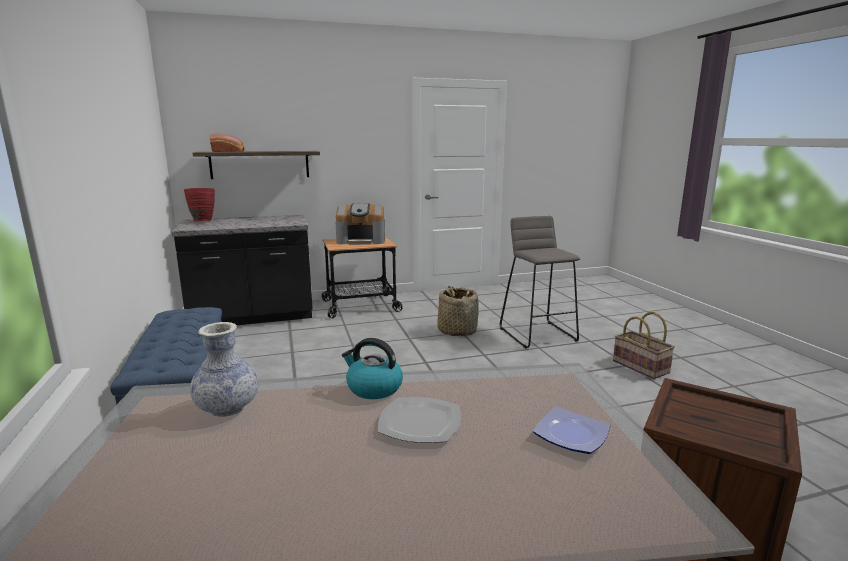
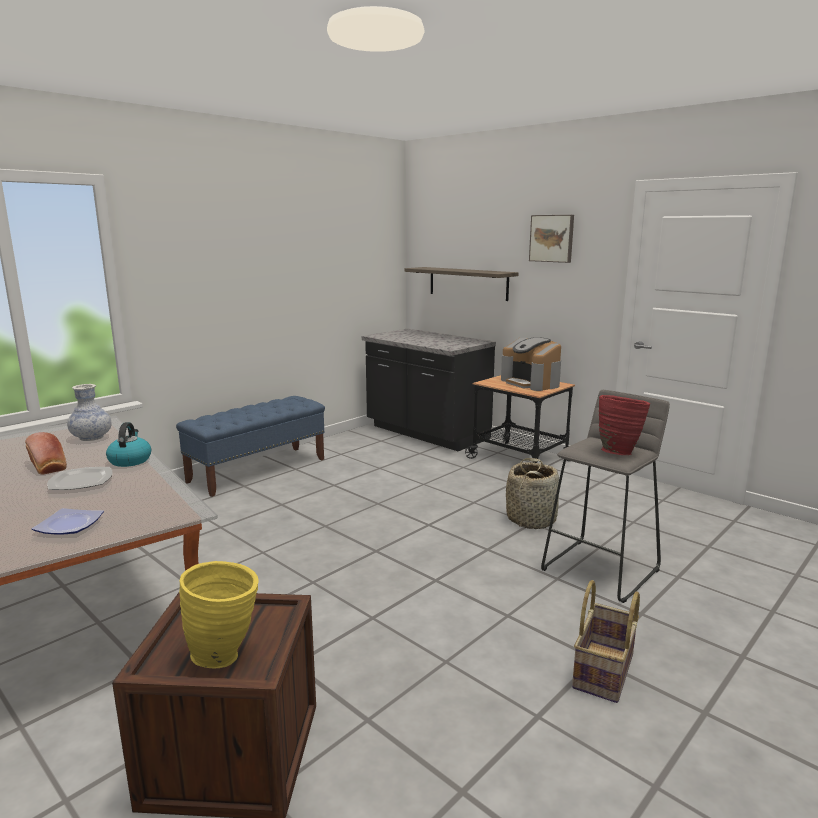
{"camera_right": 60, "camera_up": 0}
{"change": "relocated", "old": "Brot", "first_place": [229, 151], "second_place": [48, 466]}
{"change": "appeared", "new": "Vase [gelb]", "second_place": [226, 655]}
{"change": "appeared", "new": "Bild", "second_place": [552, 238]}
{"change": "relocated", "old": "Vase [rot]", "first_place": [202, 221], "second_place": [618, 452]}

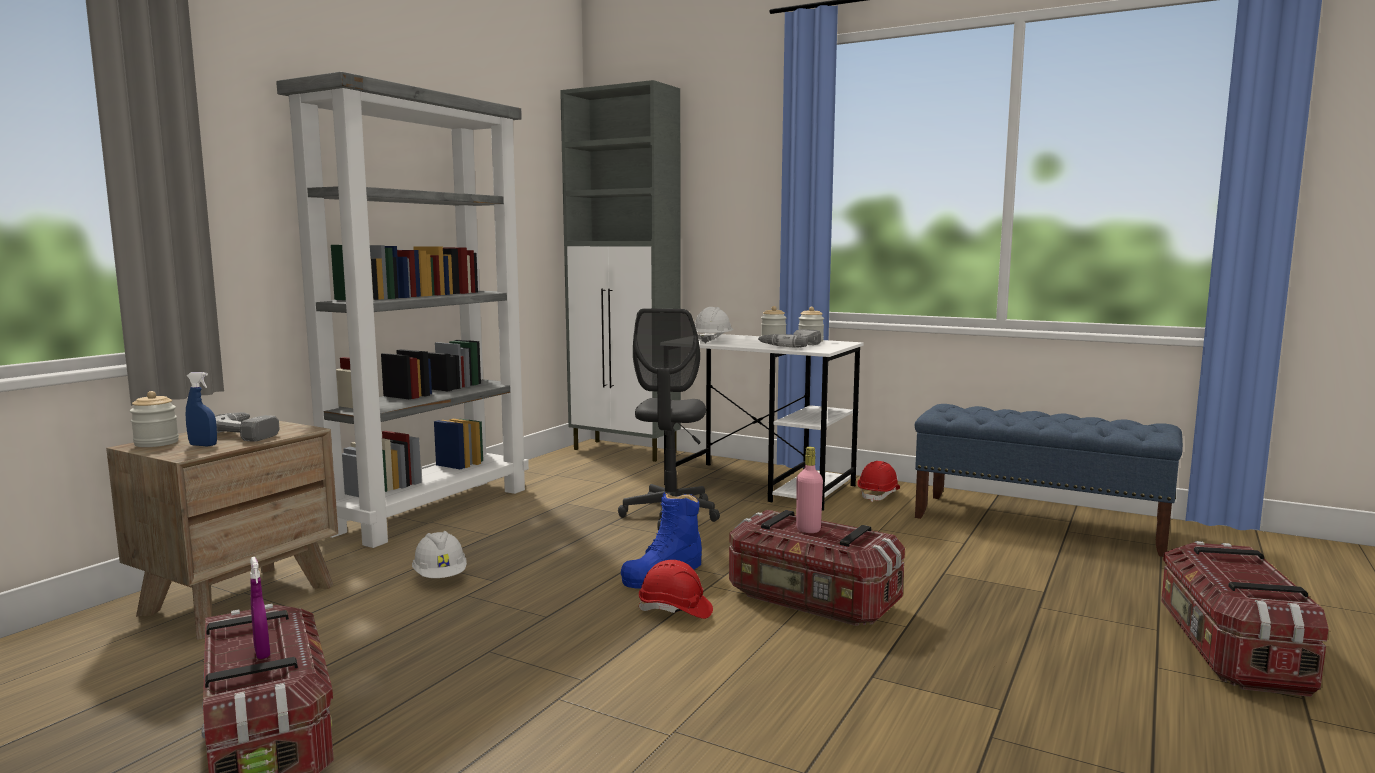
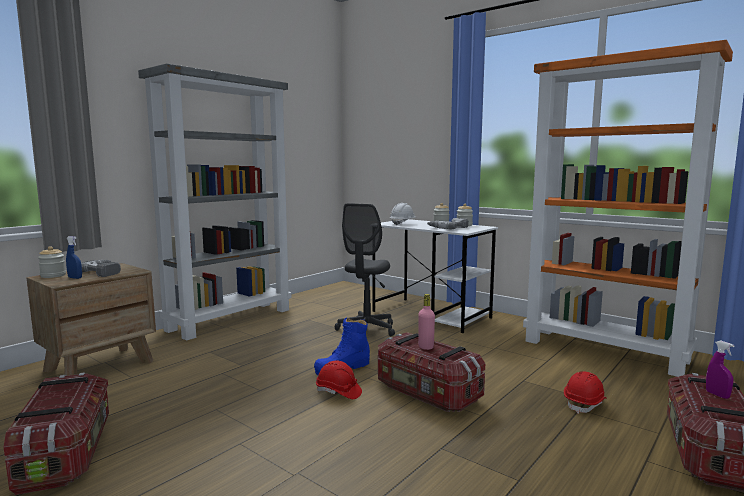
{"camera_right": 10, "camera_up": 0}
{"change": "exchanged", "old": "Bank [blau]", "new": "Bücherregal [orange]", "first_place": [1039, 523], "second_place": [605, 351]}
{"change": "relocated", "old": "Schutzhelm [rot]", "first_place": [879, 494], "second_place": [585, 403]}
{"change": "relocated", "old": "Sprühflasche [lila]", "first_place": [262, 653], "second_place": [717, 395]}
{"change": "missing", "old": "Schutzhelm [weiß]", "first_place": [440, 577]}
{"change": "missing", "old": "Schrank [grau]", "first_place": [625, 451]}

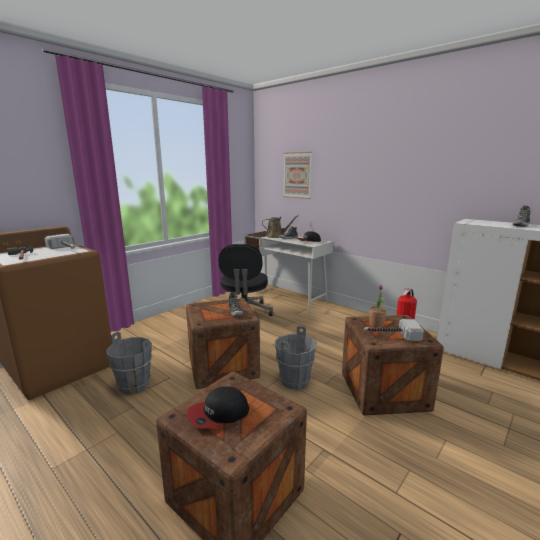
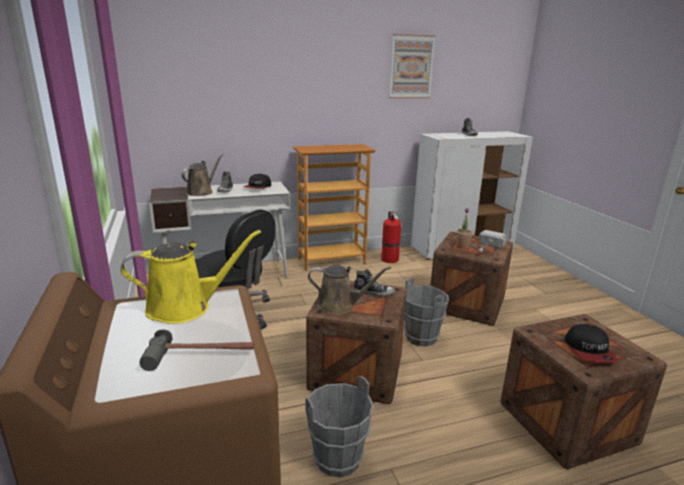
{"camera_right": -60, "camera_up": 5}
{"change": "exchanged", "old": "Hammer", "new": "Gießkanne [gelb]", "first_place": [66, 249], "second_place": [185, 307]}
{"change": "appeared", "new": "Bücherregal", "second_place": [331, 261]}
{"change": "appeared", "new": "Gießkanne [braun]", "second_place": [340, 305]}
{"change": "relocated", "old": "Bild", "first_place": [297, 175], "second_place": [411, 67]}

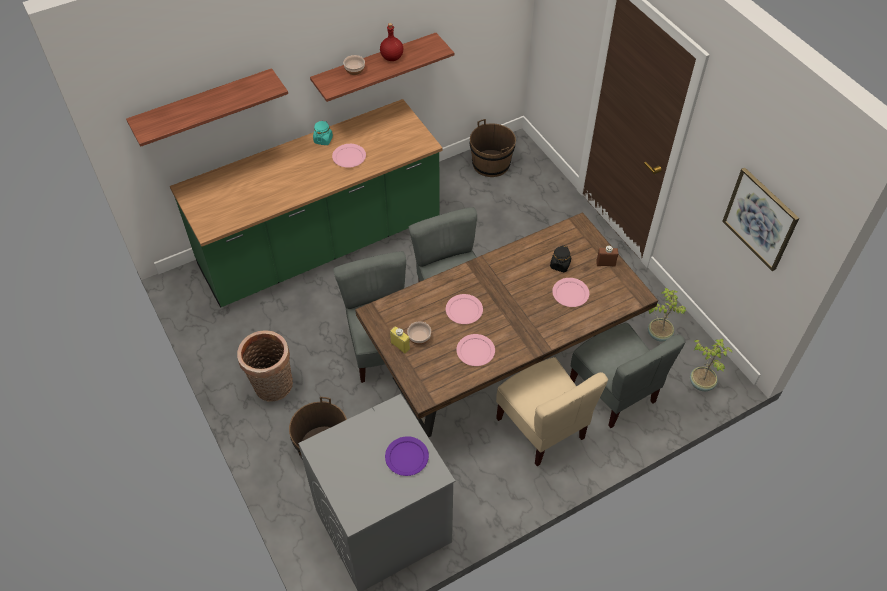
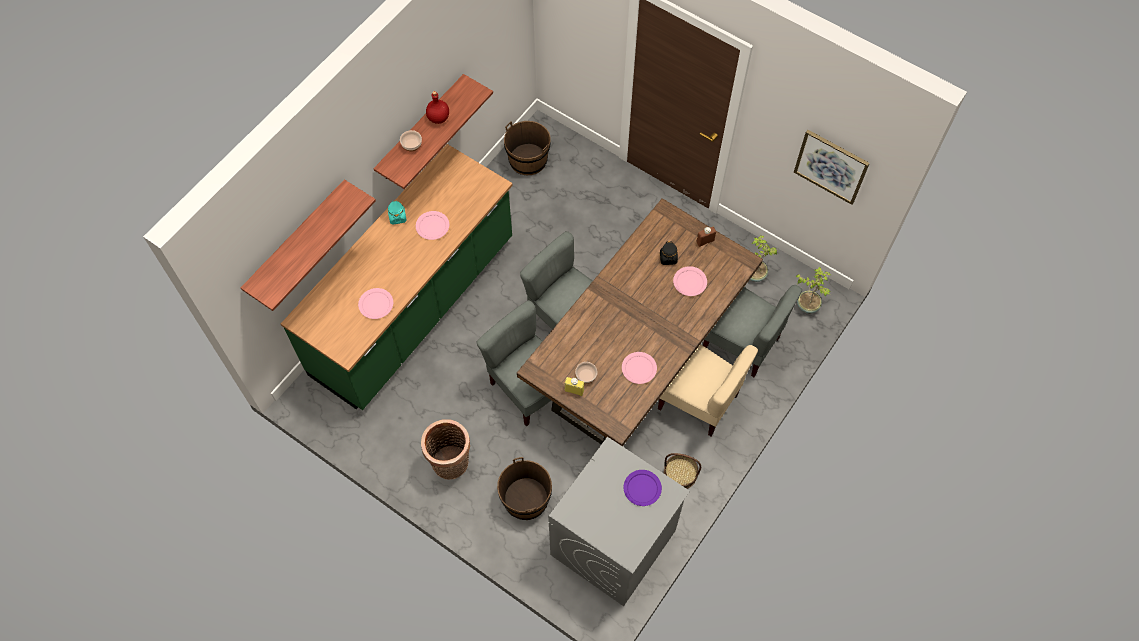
{"camera_right": -25, "camera_up": 10}
{"change": "relocated", "old": "Teller [rosa]", "first_place": [464, 310], "second_place": [376, 304]}
{"change": "appeared", "new": "Korb", "second_place": [680, 473]}

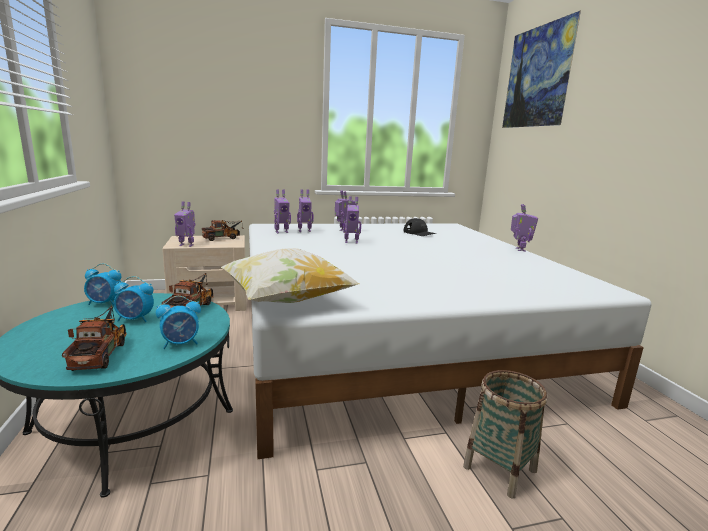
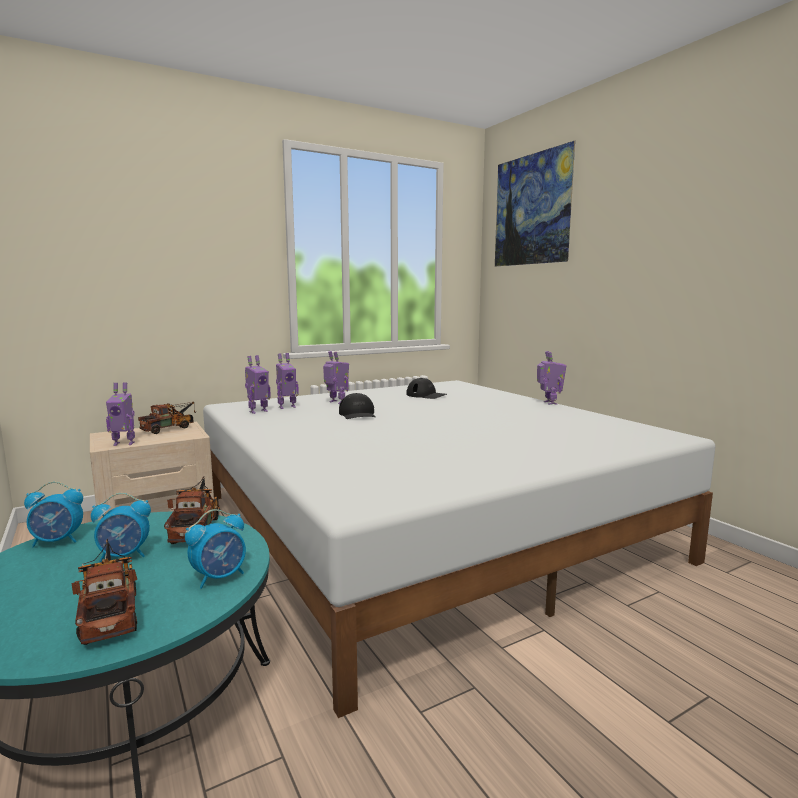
{"camera_right": -15, "camera_up": -5}
{"change": "exchanged", "old": "Spielzeugroboter", "new": "Kappe [schwarz]", "first_place": [351, 242], "second_place": [358, 414]}
{"change": "missing", "old": "Kissen", "first_place": [286, 300]}
{"change": "missing", "old": "Korb", "first_place": [499, 469]}

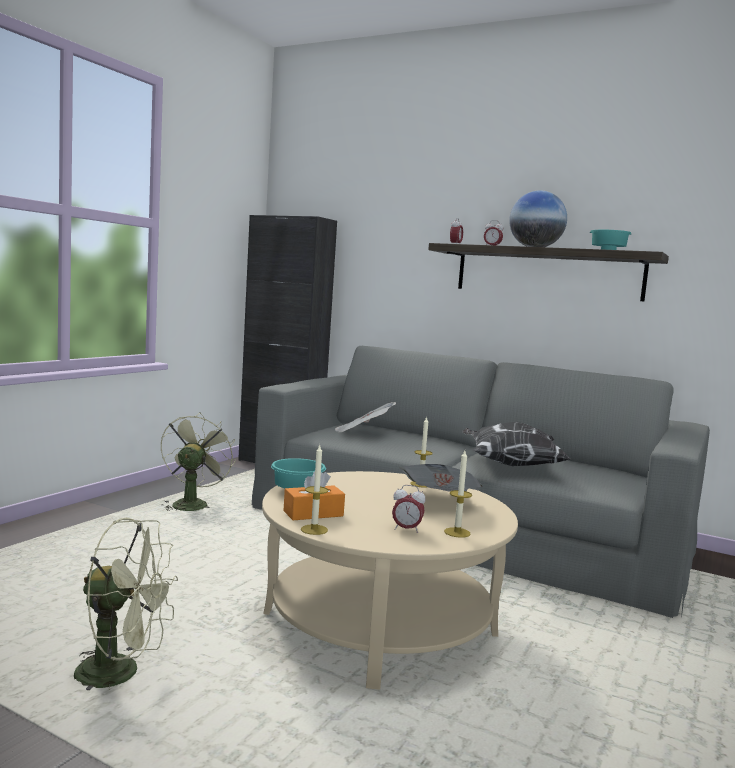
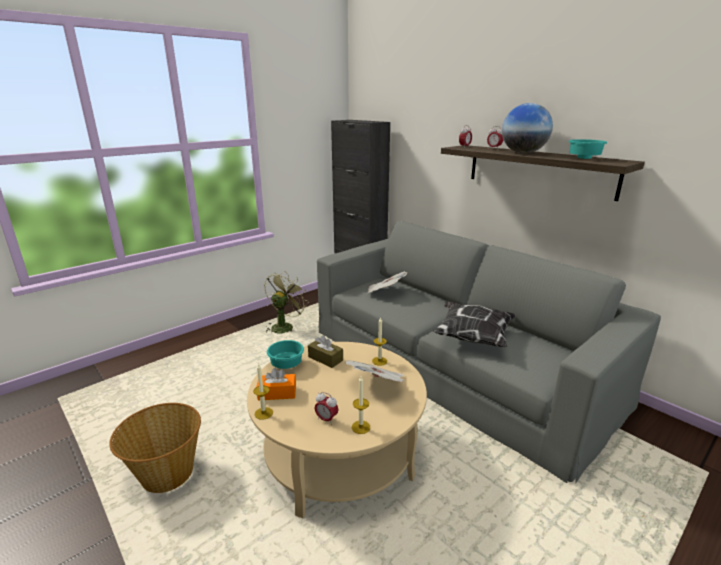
{"camera_right": 20, "camera_up": 15}
{"change": "exchanged", "old": "Ventilator [grün]", "new": "Korb", "first_place": [121, 673], "second_place": [166, 474]}
{"change": "appeared", "new": "Taschentuchbox [braun]", "second_place": [325, 358]}

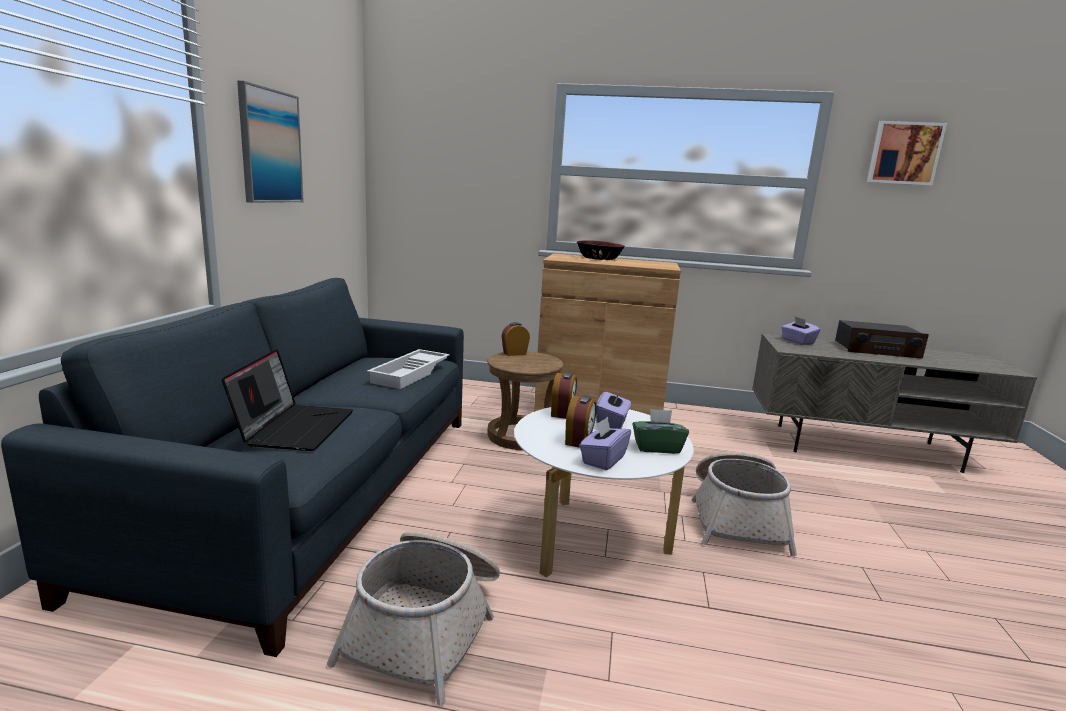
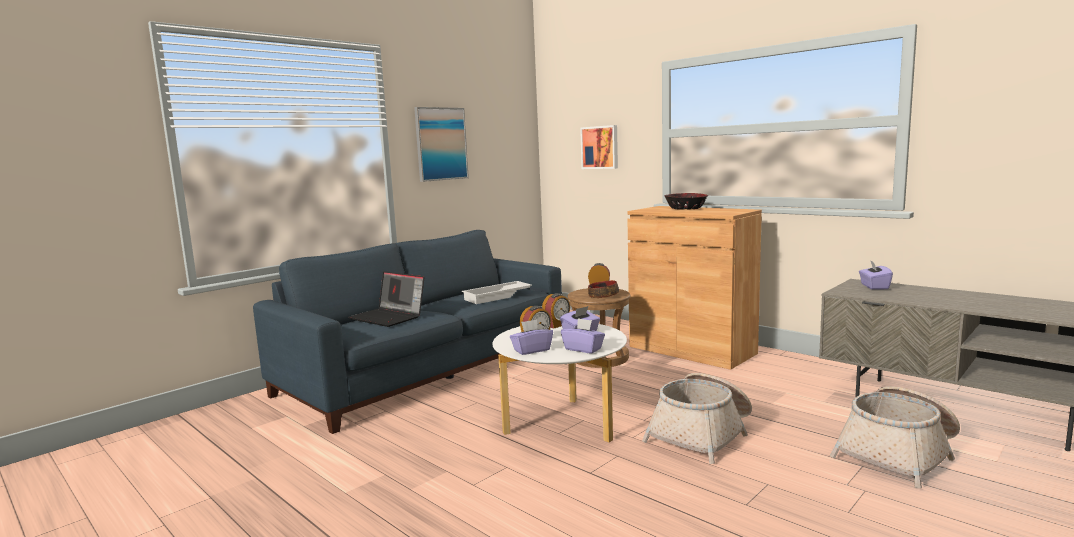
{"camera_right": 35, "camera_up": -5}
{"change": "spun", "old": "Laptop", "first_place": [294, 427], "second_place": [389, 317], "degrees": 90}
{"change": "colour", "old": "Taschentuchbox [grün]", "new": "Taschentuchbox [lila]", "first_place": [657, 447], "second_place": [583, 349]}
{"change": "relocated", "old": "Bild", "first_place": [904, 153], "second_place": [600, 147]}
{"change": "appeared", "new": "Schüssel", "second_place": [603, 296]}
{"change": "relocated", "old": "Korb", "first_place": [427, 626], "second_place": [898, 454]}
{"change": "missing", "old": "Radio", "first_place": [876, 349]}

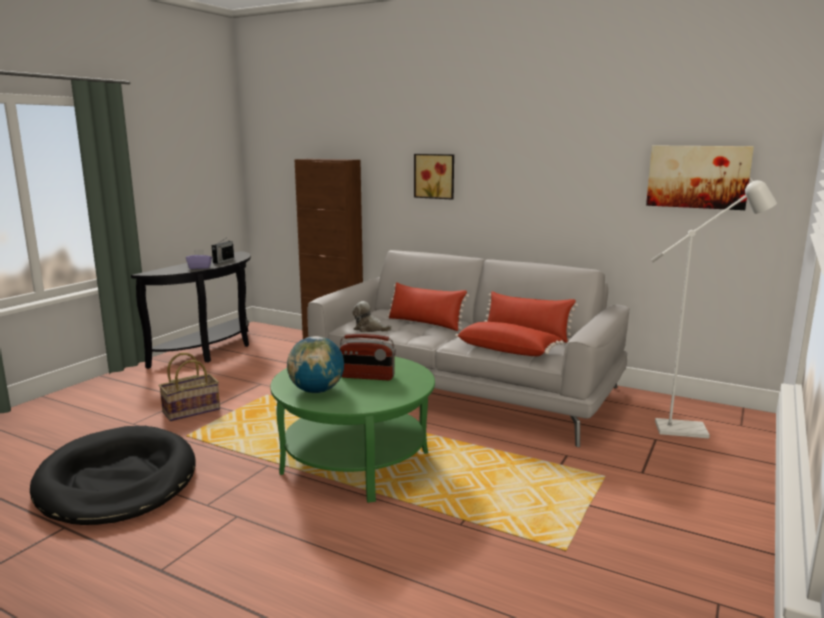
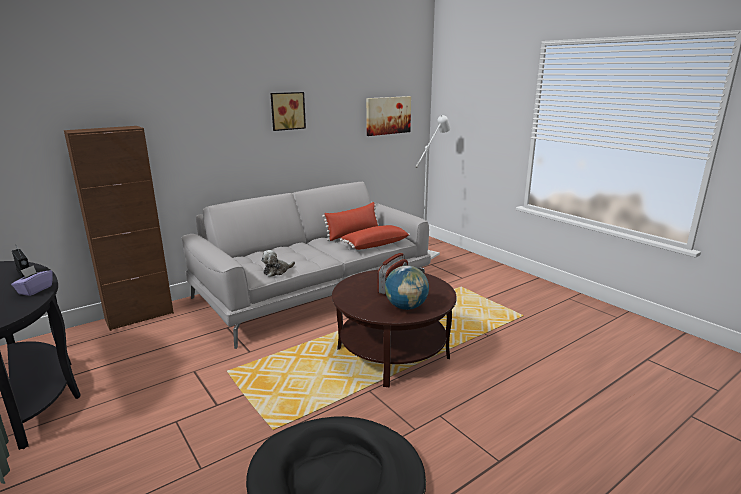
{"camera_right": -65, "camera_up": 5}
{"change": "relocated", "old": "Bild", "first_place": [435, 176], "second_place": [287, 111]}
{"change": "colour", "old": "Couchtisch [grün]", "new": "Couchtisch [braun]", "first_place": [356, 462], "second_place": [393, 352]}
{"change": "missing", "old": "Korb", "first_place": [191, 410]}
{"change": "missing", "old": "Kissen [rot]", "first_place": [425, 323]}

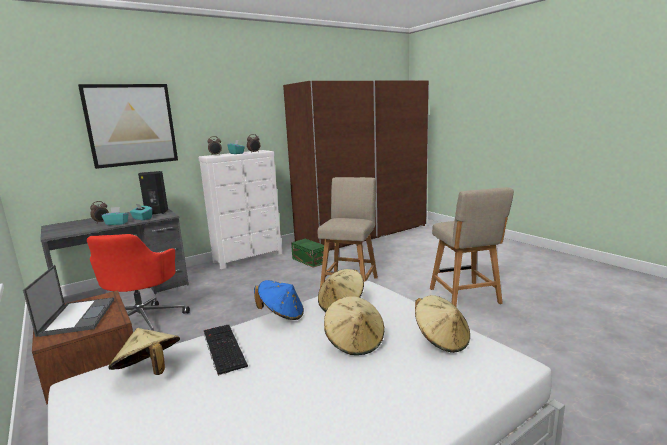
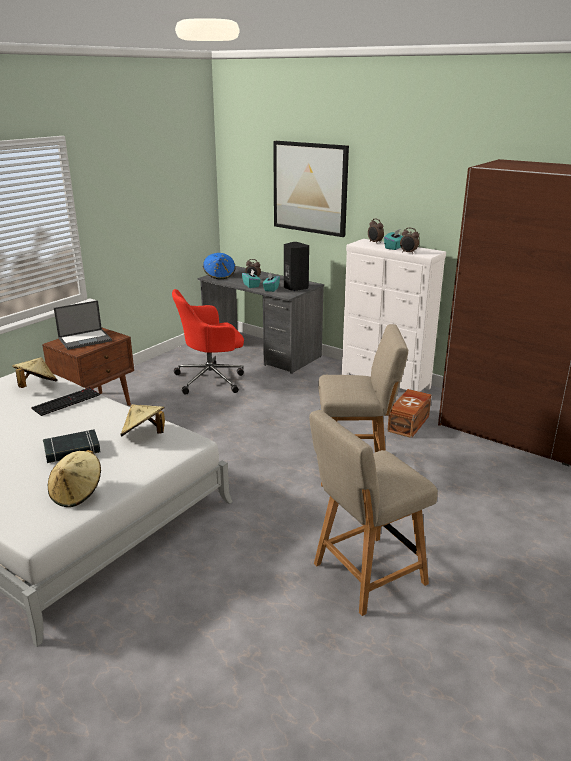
{"camera_right": 70, "camera_up": 10}
{"change": "exchanged", "old": "Hut [beige]", "new": "Buch [schwarz]", "first_place": [354, 342], "second_place": [72, 450]}
{"change": "relocated", "old": "Hut [blau]", "first_place": [282, 315], "second_place": [219, 275]}
{"change": "colour", "old": "Aufbewahrungsbox [grün]", "new": "Aufbewahrungsbox [braun]", "first_place": [309, 260], "second_place": [409, 423]}

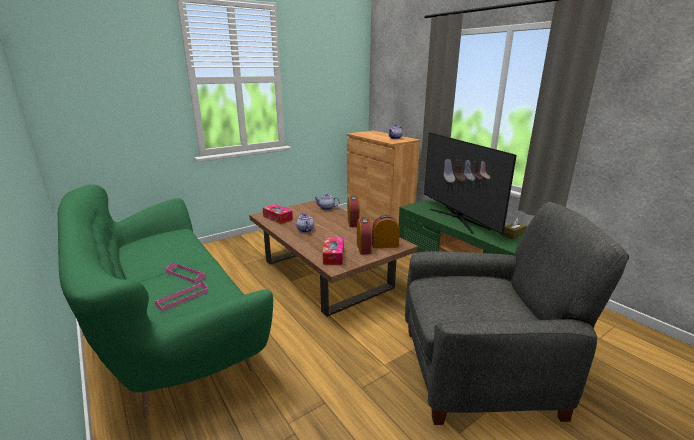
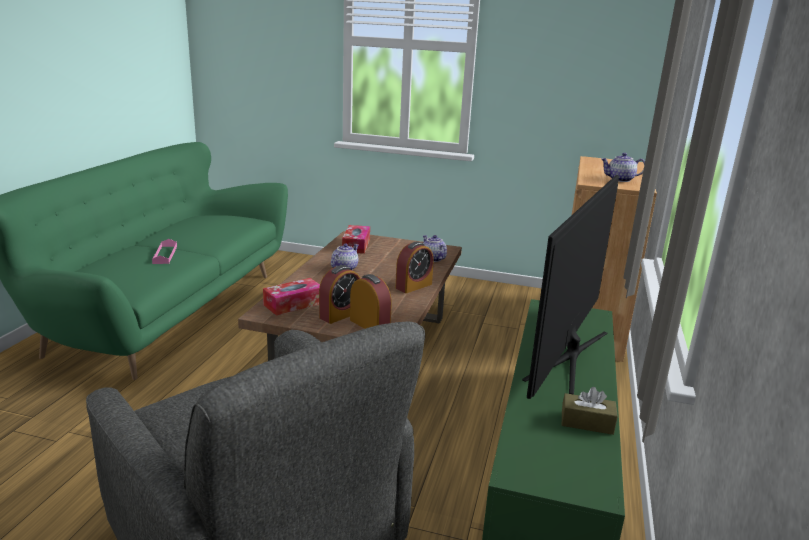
{"camera_right": 50, "camera_up": 0}
{"change": "missing", "old": "Tablett [rosa]", "first_place": [182, 298]}

